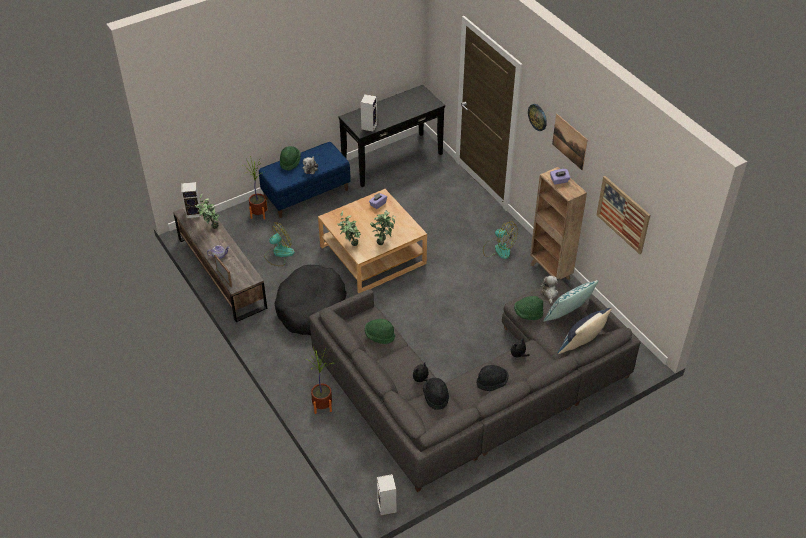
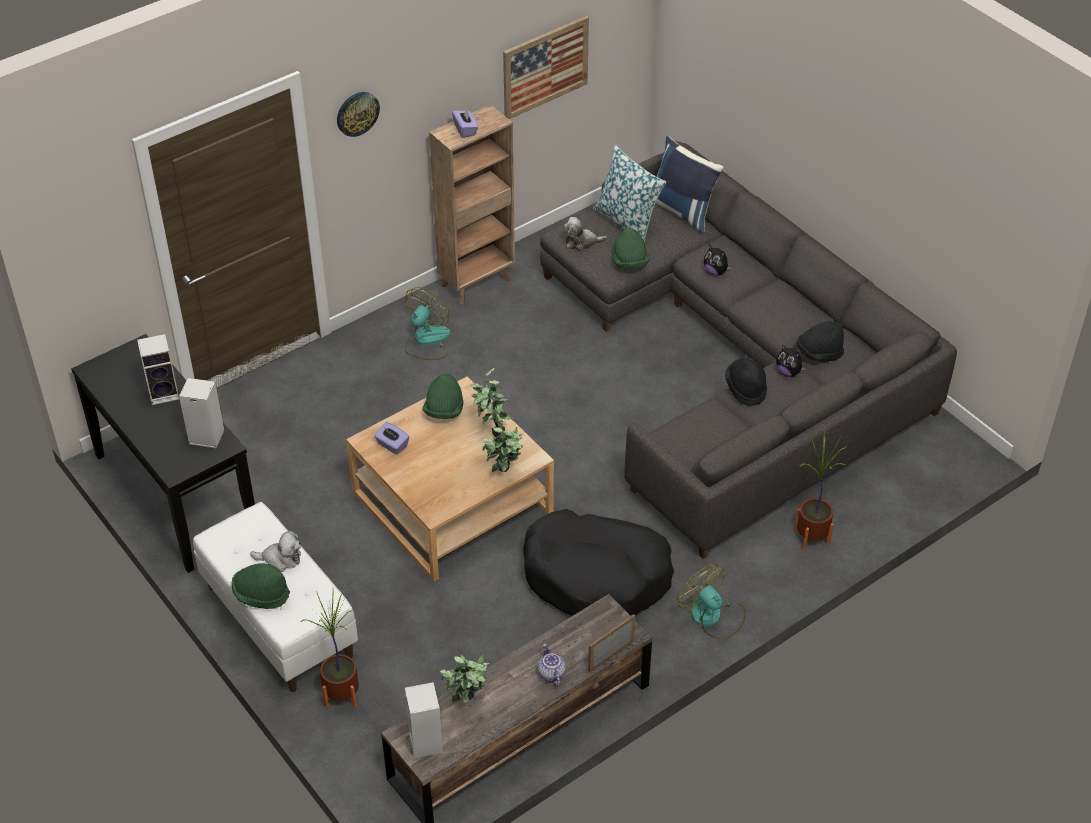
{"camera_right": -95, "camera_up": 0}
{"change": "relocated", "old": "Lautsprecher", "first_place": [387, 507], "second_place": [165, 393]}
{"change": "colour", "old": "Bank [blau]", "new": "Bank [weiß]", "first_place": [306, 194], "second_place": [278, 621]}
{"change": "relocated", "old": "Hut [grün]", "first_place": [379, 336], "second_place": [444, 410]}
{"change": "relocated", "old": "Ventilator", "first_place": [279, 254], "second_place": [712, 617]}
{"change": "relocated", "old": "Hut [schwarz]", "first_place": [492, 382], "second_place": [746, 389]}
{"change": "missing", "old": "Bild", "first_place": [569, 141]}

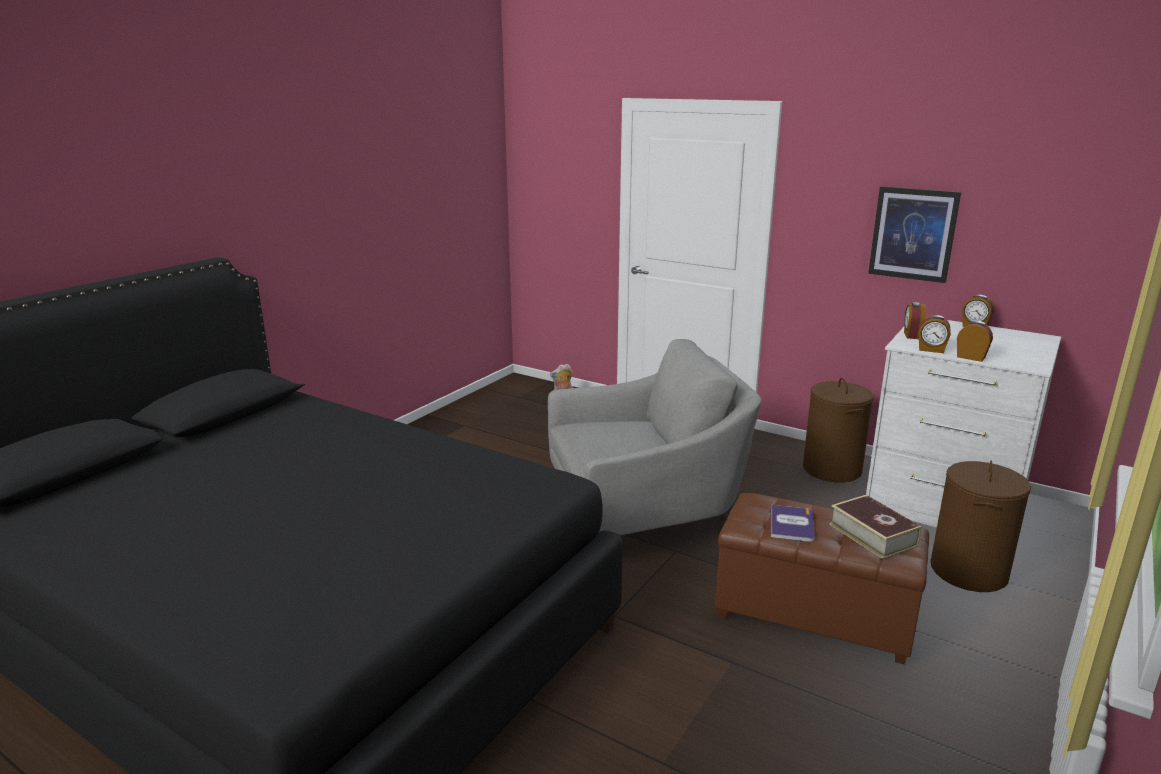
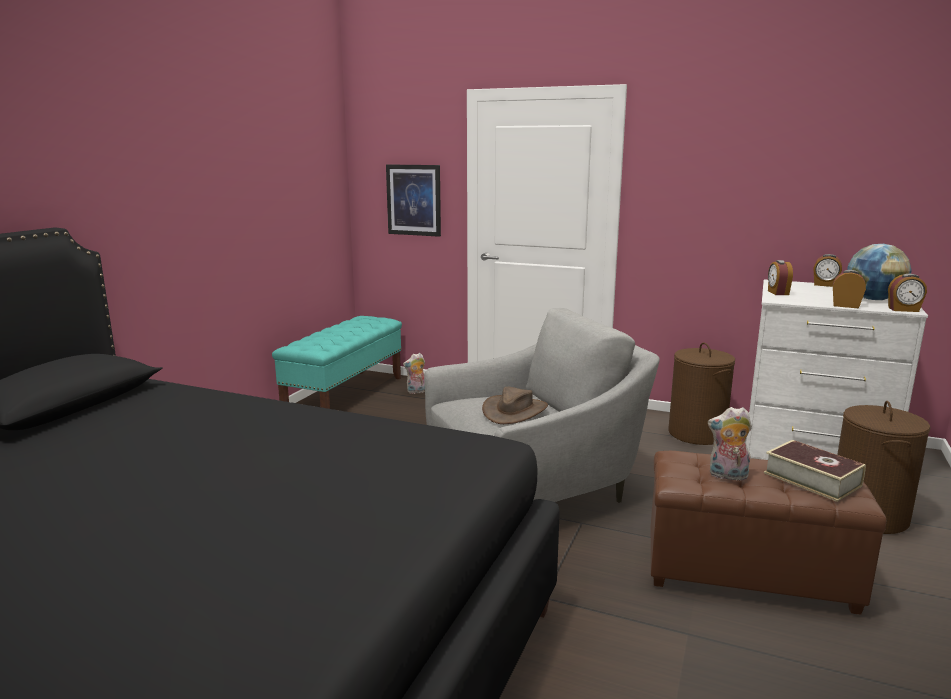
{"camera_right": -10, "camera_up": -5}
{"change": "appeared", "new": "Bank [türkis]", "second_place": [345, 395]}
{"change": "relocated", "old": "Bild", "first_place": [913, 234], "second_place": [414, 200]}
{"change": "appeared", "new": "Hut [braun]", "second_place": [514, 411]}
{"change": "exchanged", "old": "Buch", "new": "Plüschtier", "first_place": [792, 524], "second_place": [727, 476]}
{"change": "appeared", "new": "Globus", "second_place": [873, 299]}
{"change": "relocated", "old": "Wecker", "first_place": [931, 349], "second_place": [903, 310]}

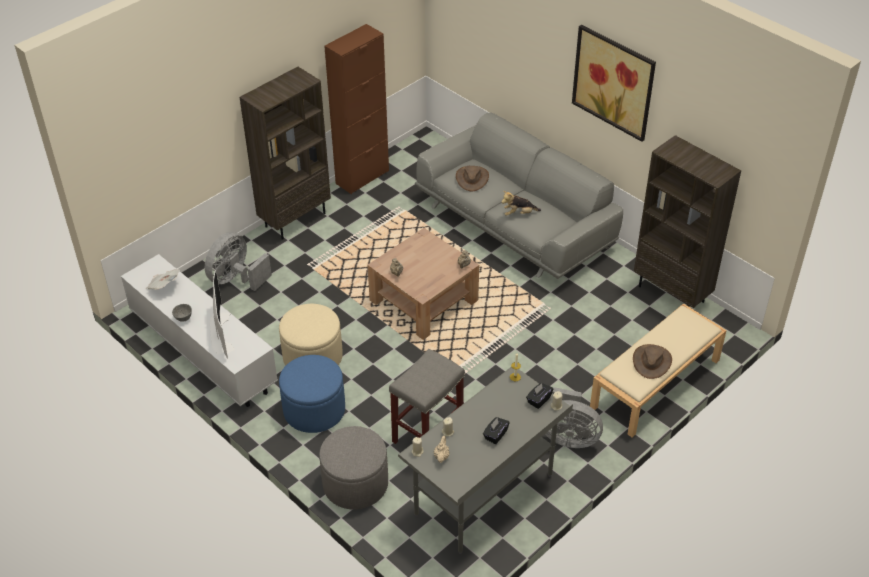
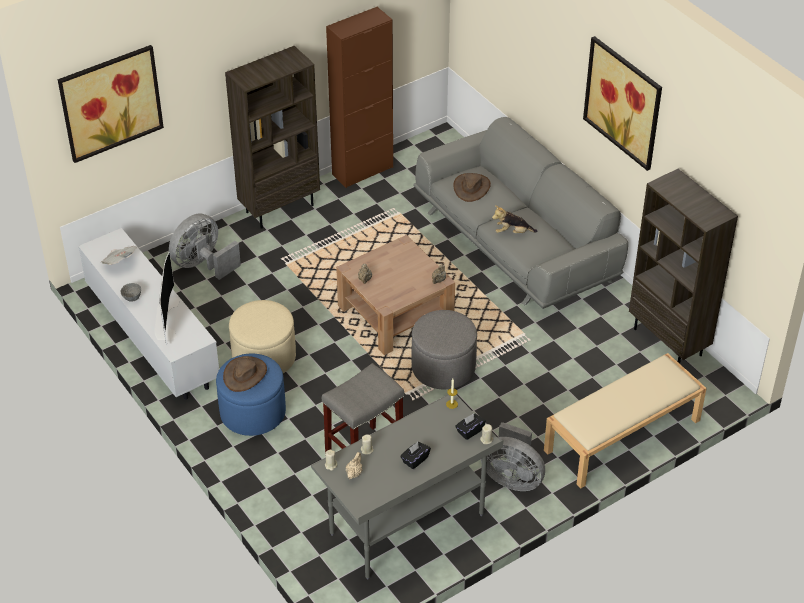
{"camera_right": 10, "camera_up": 0}
{"change": "appeared", "new": "Bild", "second_place": [111, 102]}
{"change": "relocated", "old": "Hut [braun]", "first_place": [651, 361], "second_place": [245, 374]}
{"change": "relocated", "old": "Polsterhocker [grau]", "first_place": [355, 484], "second_place": [443, 367]}

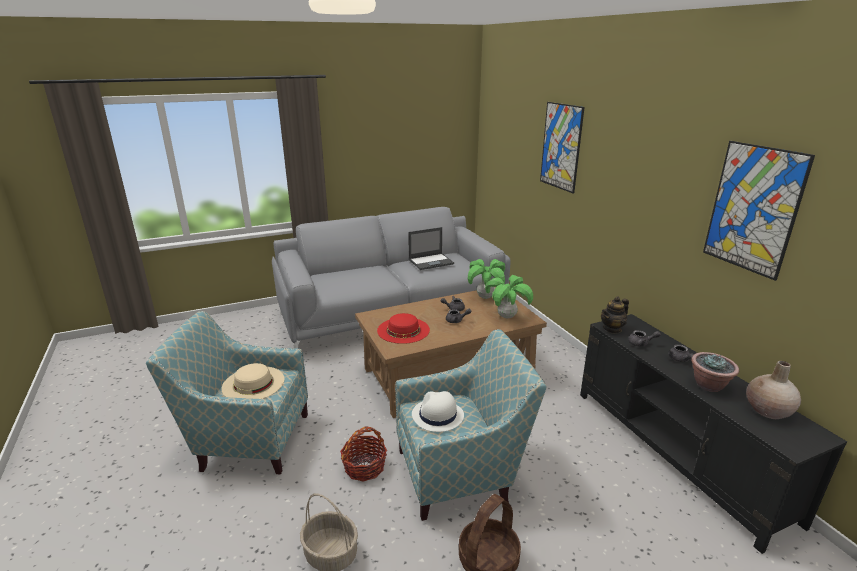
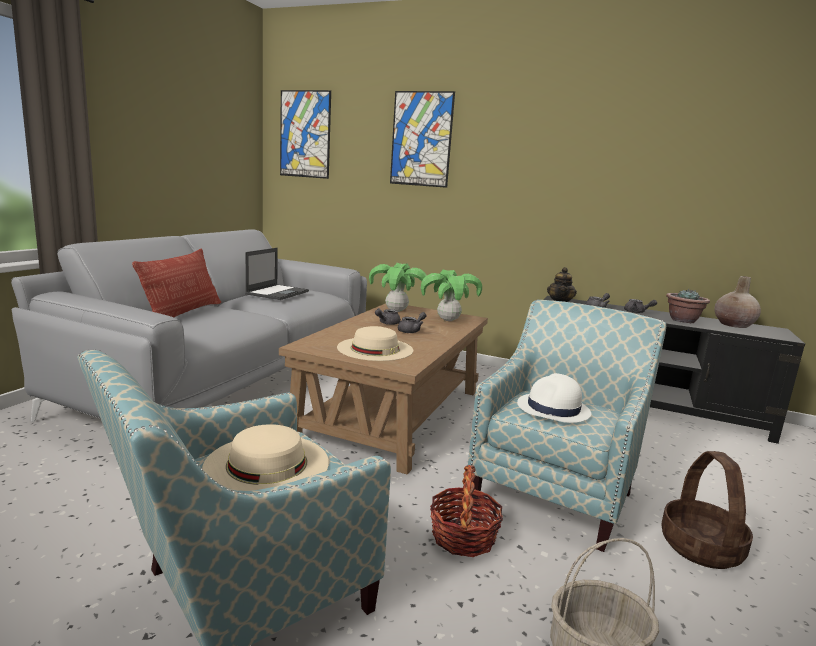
{"camera_right": -45, "camera_up": -10}
{"change": "appeared", "new": "Kissen", "second_place": [183, 314]}
{"change": "relocated", "old": "Bild", "first_place": [753, 209], "second_place": [305, 134]}
{"change": "colour", "old": "Hut [rot]", "new": "Hut [beige]", "first_place": [403, 330], "second_place": [375, 348]}

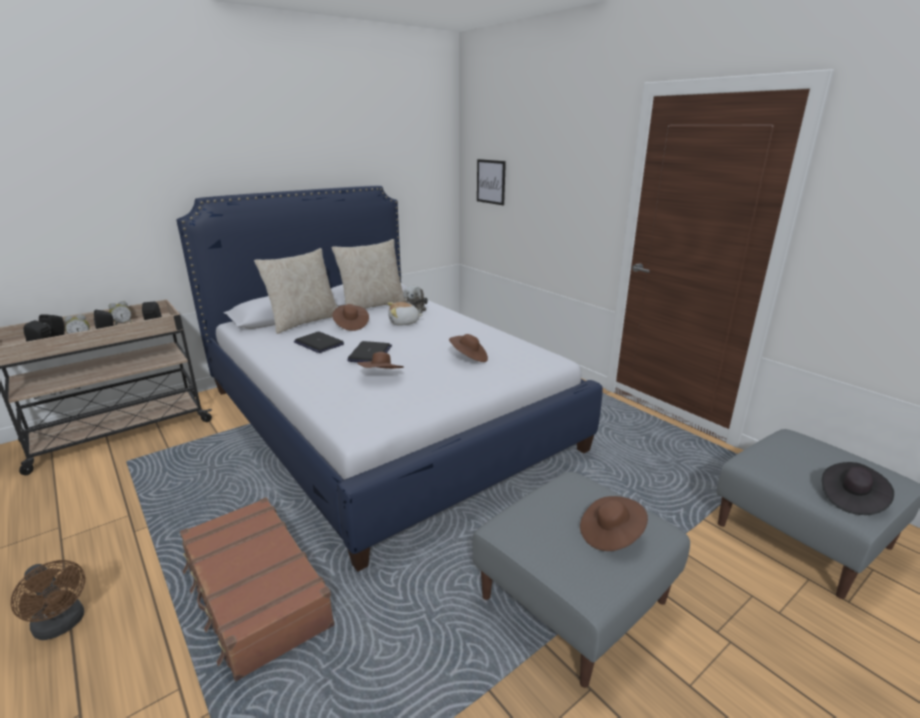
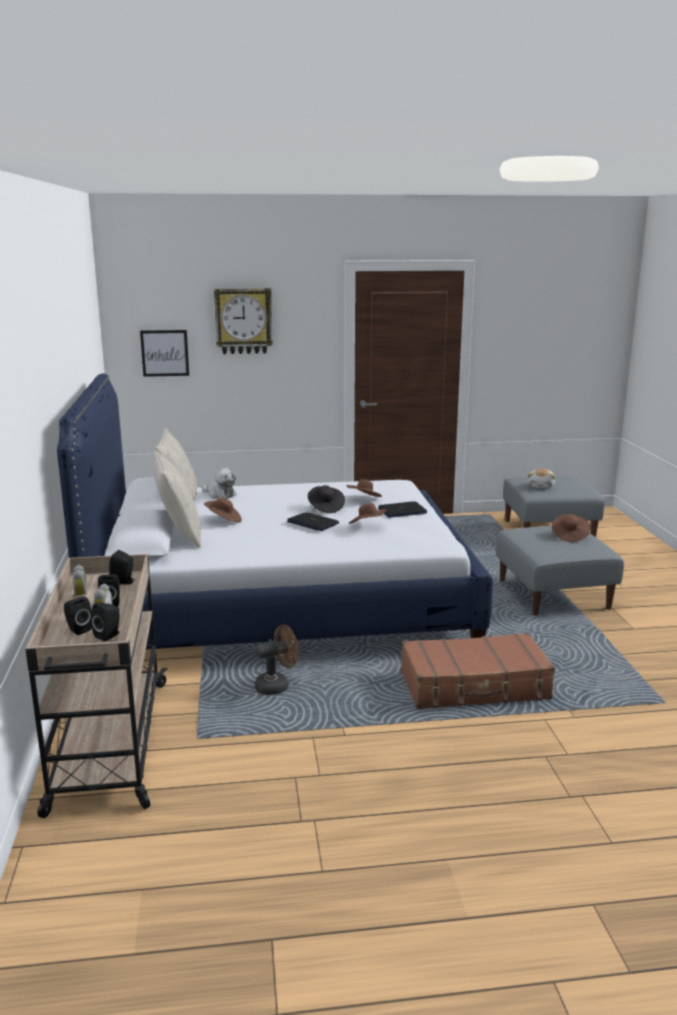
{"camera_right": -60, "camera_up": -5}
{"change": "appeared", "new": "Wanduhr", "second_place": [243, 321]}
{"change": "relocated", "old": "Ventilator [braun]", "first_place": [62, 625], "second_place": [277, 685]}
{"change": "relocated", "old": "Hut [schwarz]", "first_place": [851, 499], "second_place": [325, 508]}
{"change": "relocated", "old": "Laptop", "first_place": [318, 343], "second_place": [402, 511]}
{"change": "relocated", "old": "Plüschtier", "first_place": [404, 323], "second_place": [541, 486]}

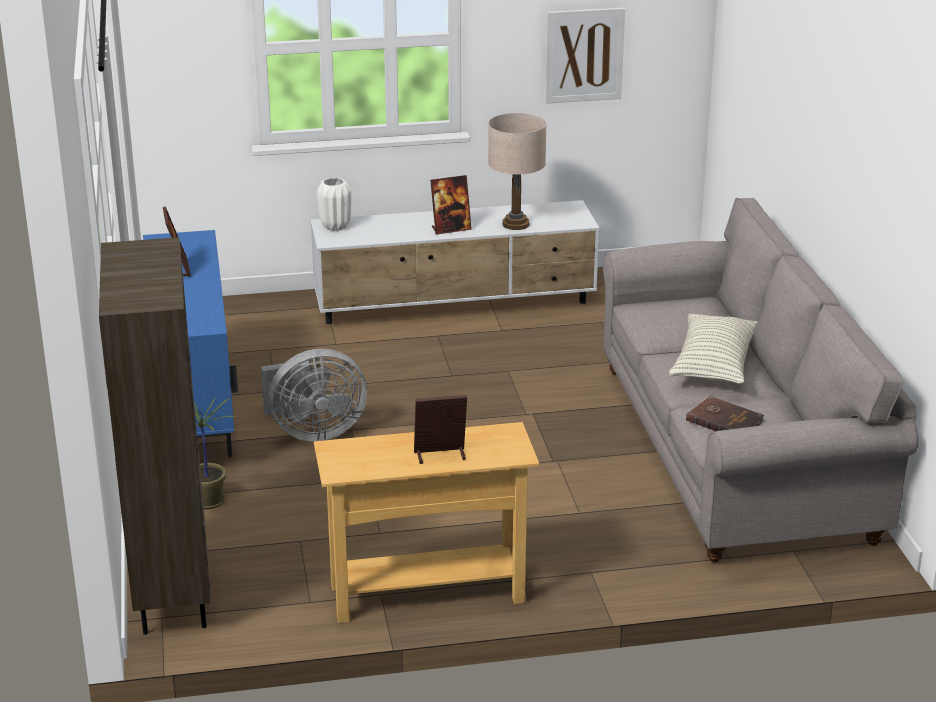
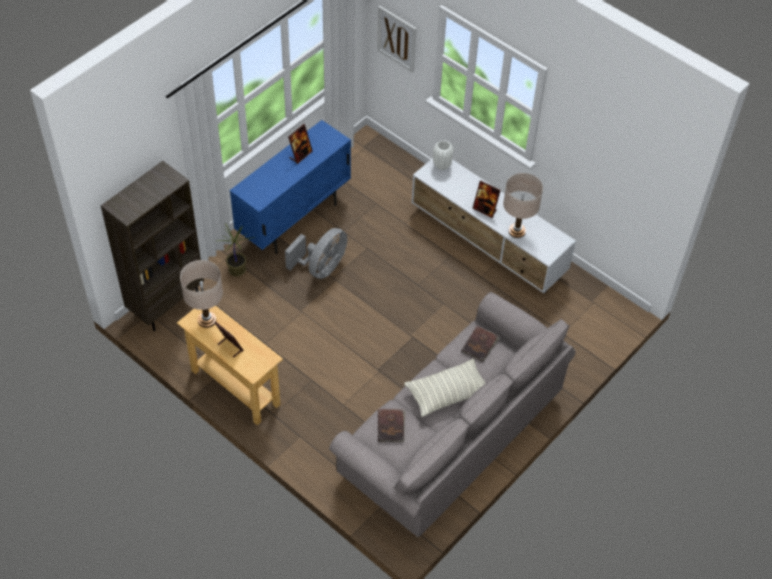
{"camera_right": 50, "camera_up": 25}
{"change": "appeared", "new": "Tischlampe [beige]", "second_place": [206, 320]}
{"change": "spun", "old": "Ventilator [grau]", "first_place": [313, 432], "second_place": [321, 268], "degrees": -90}
{"change": "relocated", "old": "Bild", "first_place": [584, 55], "second_place": [397, 39]}
{"change": "appeared", "new": "Buch [braun]", "second_place": [480, 345]}

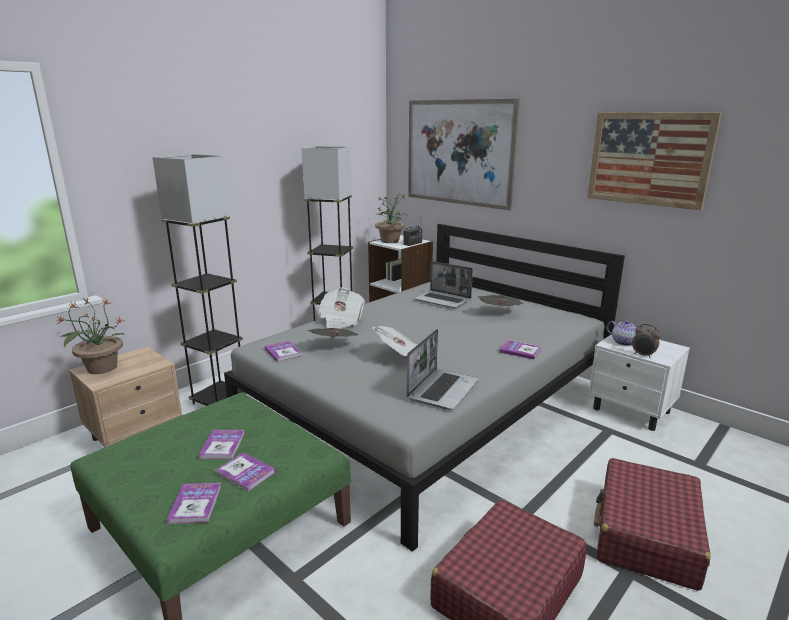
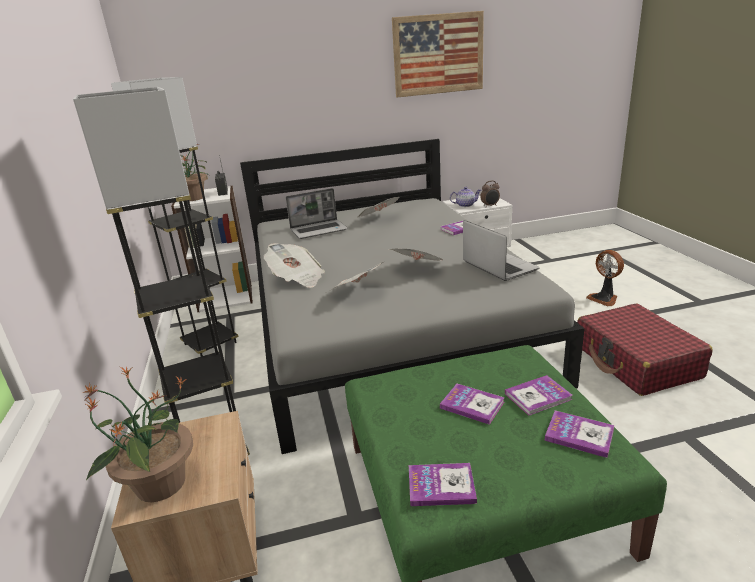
{"camera_right": -55, "camera_up": 5}
{"change": "relocated", "old": "Buch", "first_place": [283, 352], "second_place": [441, 486]}
{"change": "exchanged", "old": "Koffer [rot]", "new": "Ventilator", "first_place": [646, 534], "second_place": [604, 298]}
{"change": "missing", "old": "Bild", "first_place": [458, 152]}

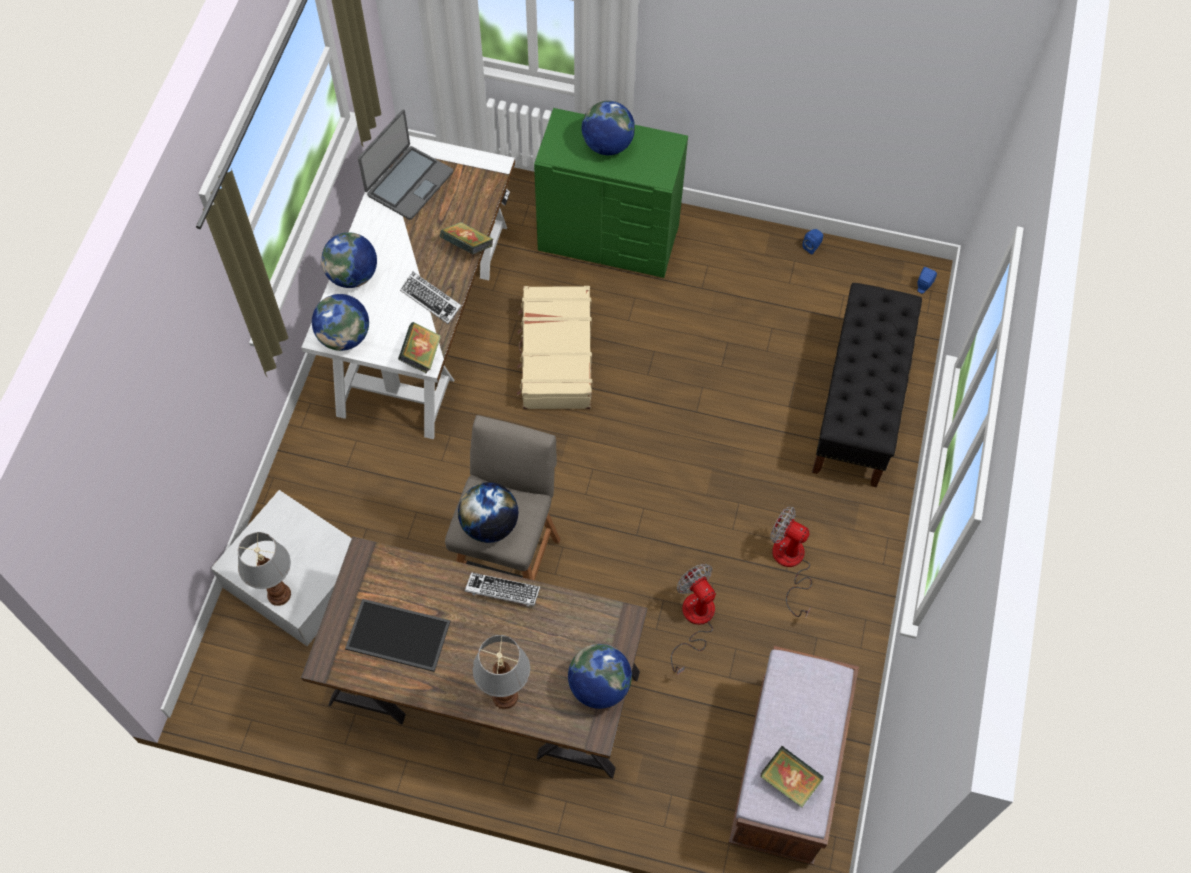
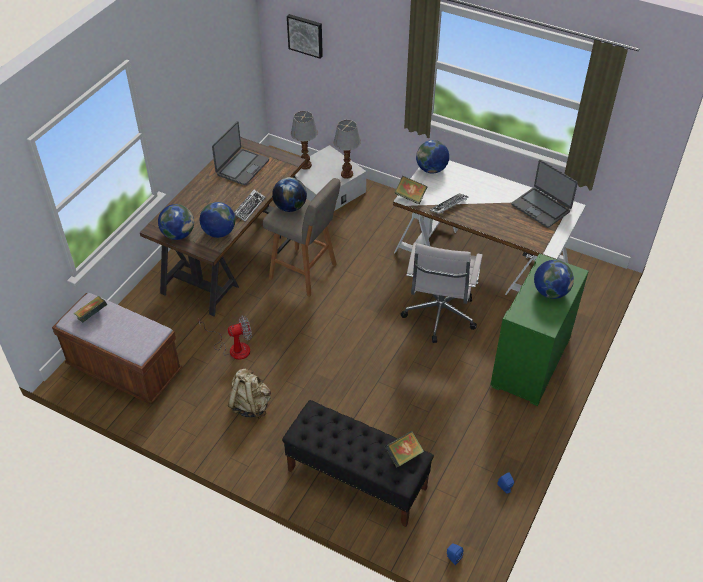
{"camera_right": 105, "camera_up": -15}
{"change": "relocated", "old": "Globus", "first_place": [353, 275], "second_place": [219, 232]}
{"change": "exchanged", "old": "Tablett", "new": "Laptop", "first_place": [396, 636], "second_place": [242, 167]}
{"change": "exchanged", "old": "Ventilator", "new": "Rucksack [beige]", "first_place": [790, 564], "second_place": [250, 405]}
{"change": "appeared", "new": "Bild", "second_place": [305, 35]}
{"change": "relocated", "old": "Tischlampe", "first_place": [504, 695], "second_place": [347, 174]}
{"change": "relocated", "old": "Buch", "first_place": [467, 246], "second_place": [403, 455]}
{"change": "exchanged", "old": "Koffer [beige]", "new": "Bürostuhl [weiß]", "first_place": [555, 356], "second_place": [439, 317]}

